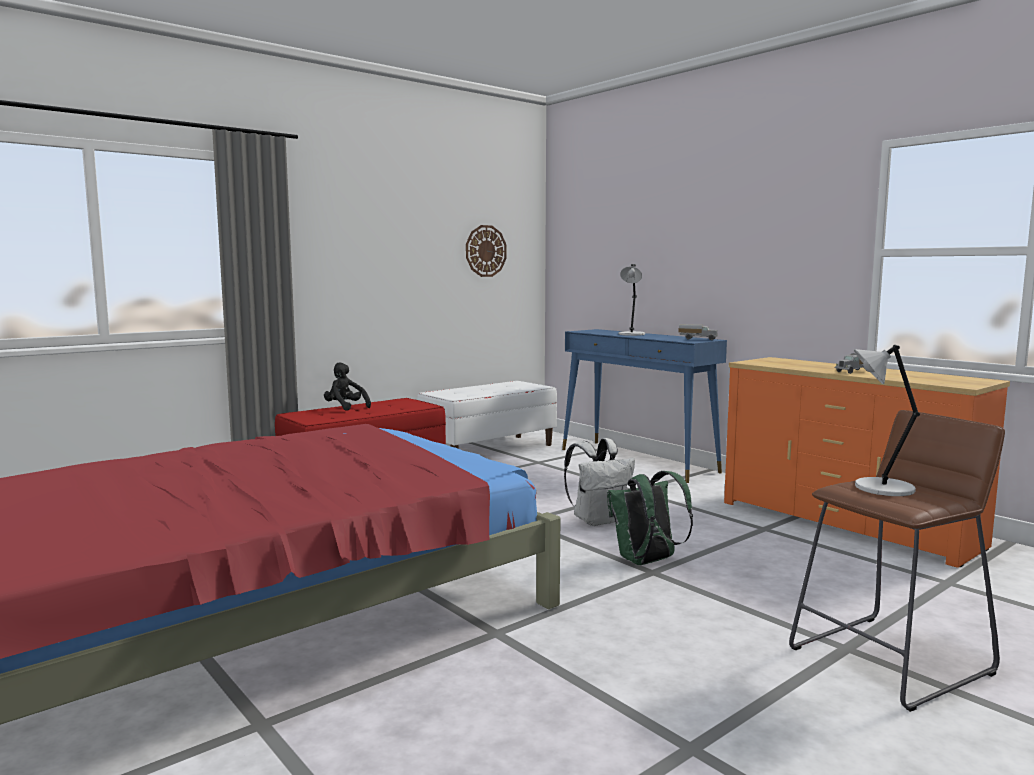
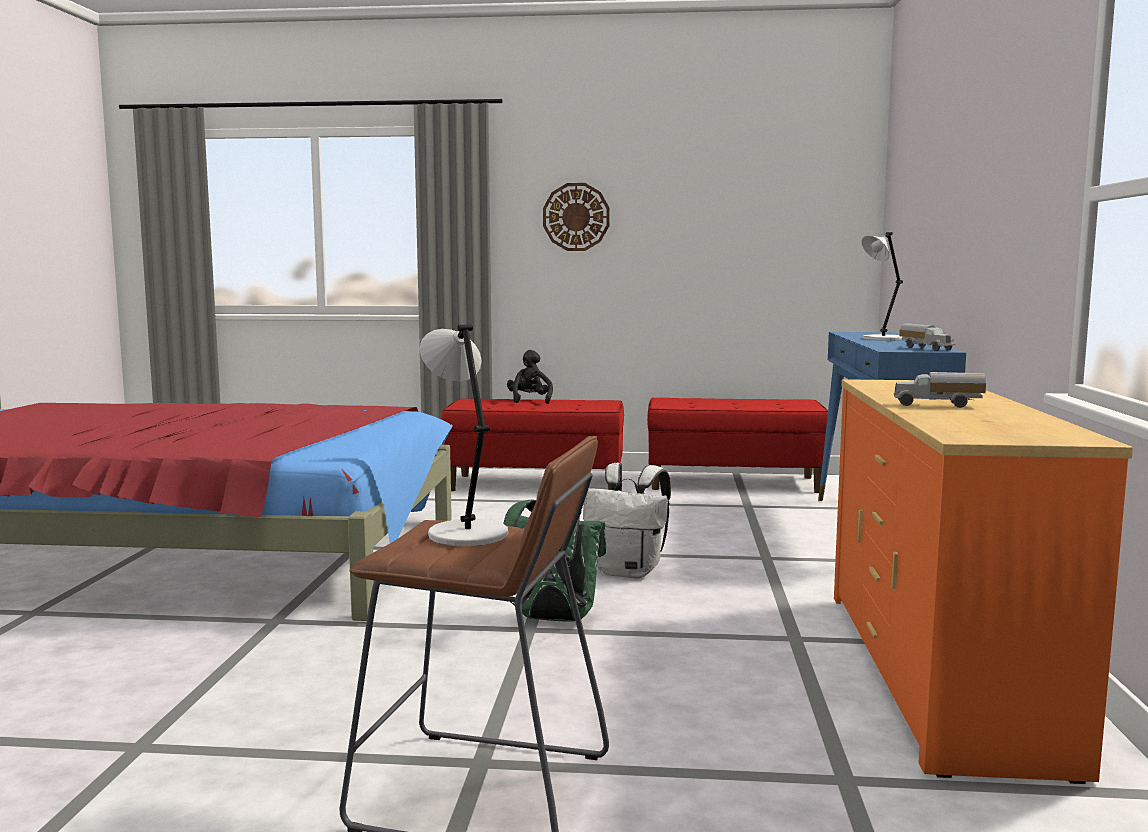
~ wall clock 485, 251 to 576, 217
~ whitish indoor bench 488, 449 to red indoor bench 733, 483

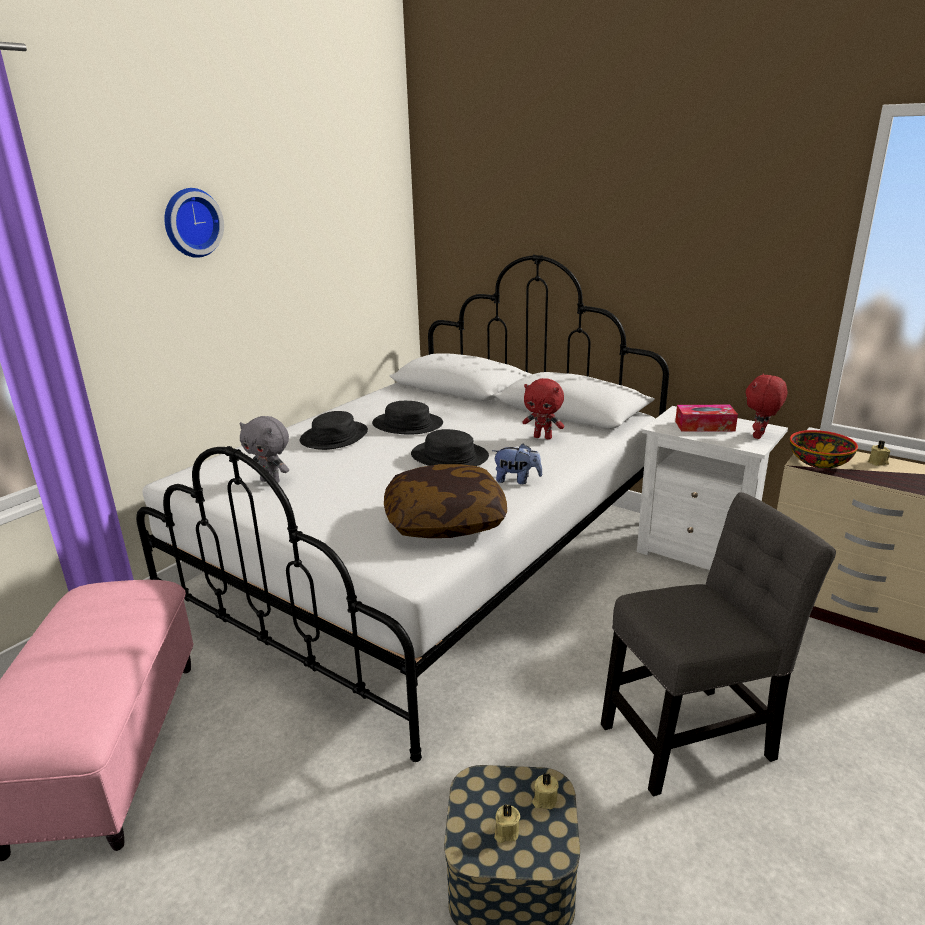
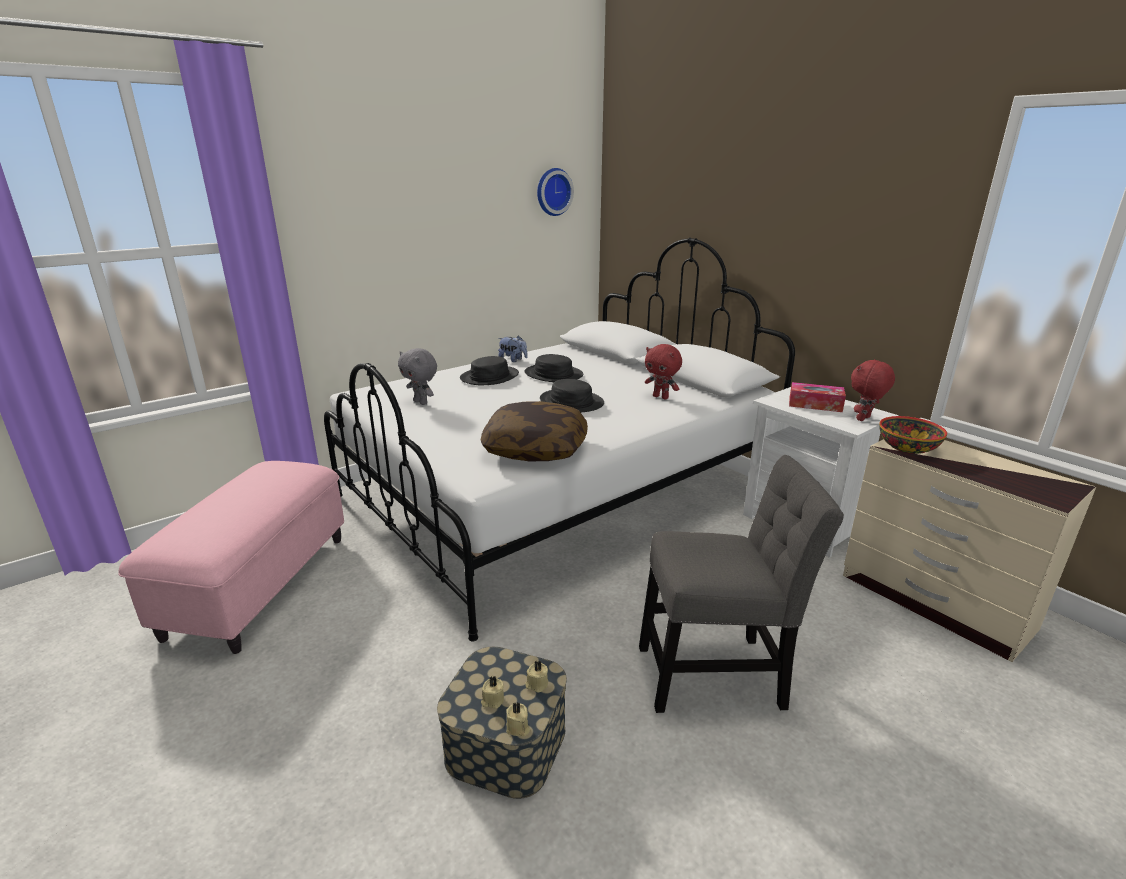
~ wall clock 191, 222 to 552, 192
~ soft toy 517, 480 to 513, 360
~ sand-coloured candle 878, 462 to 518, 728

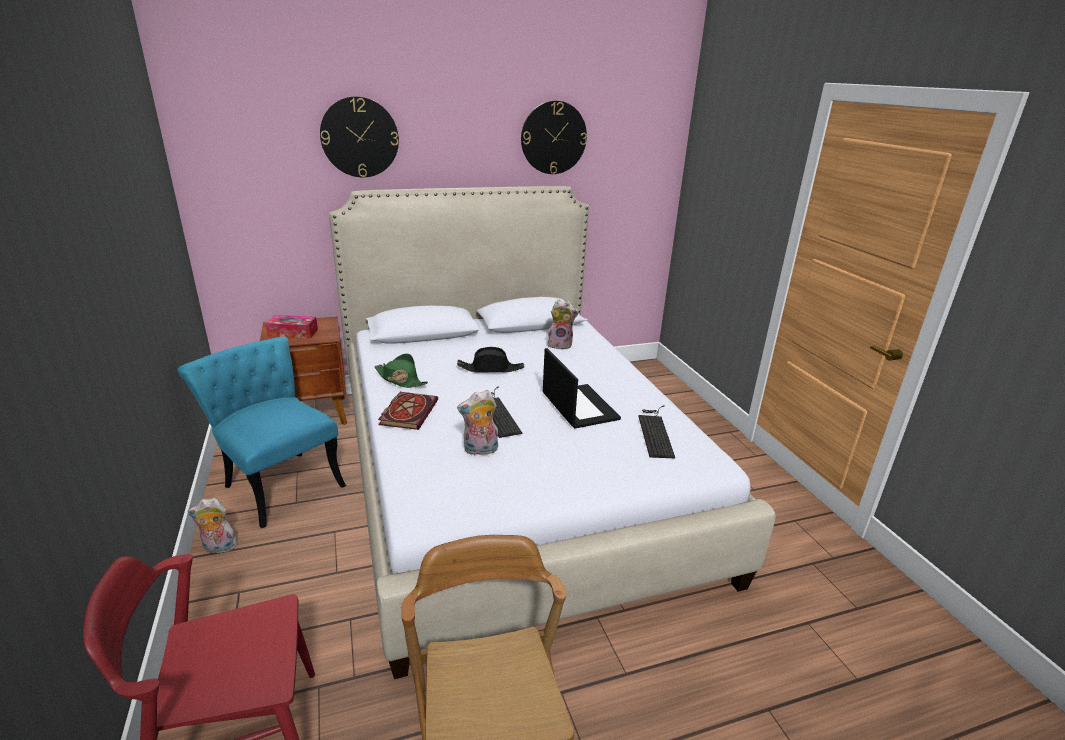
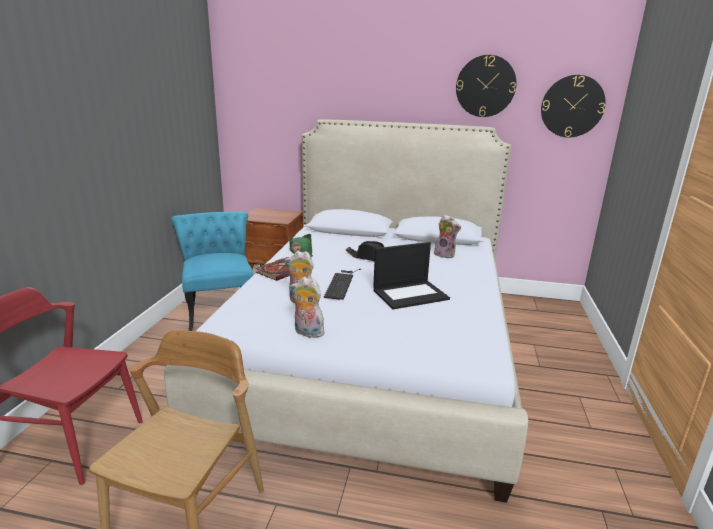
- box of tissues 293, 333
- keyboard 655, 431
~ soft toy 218, 548 to 307, 333
~ wall clock 359, 137 to 572, 106
~ portable computer 578, 406 = 410, 294 60 degrees clockwise

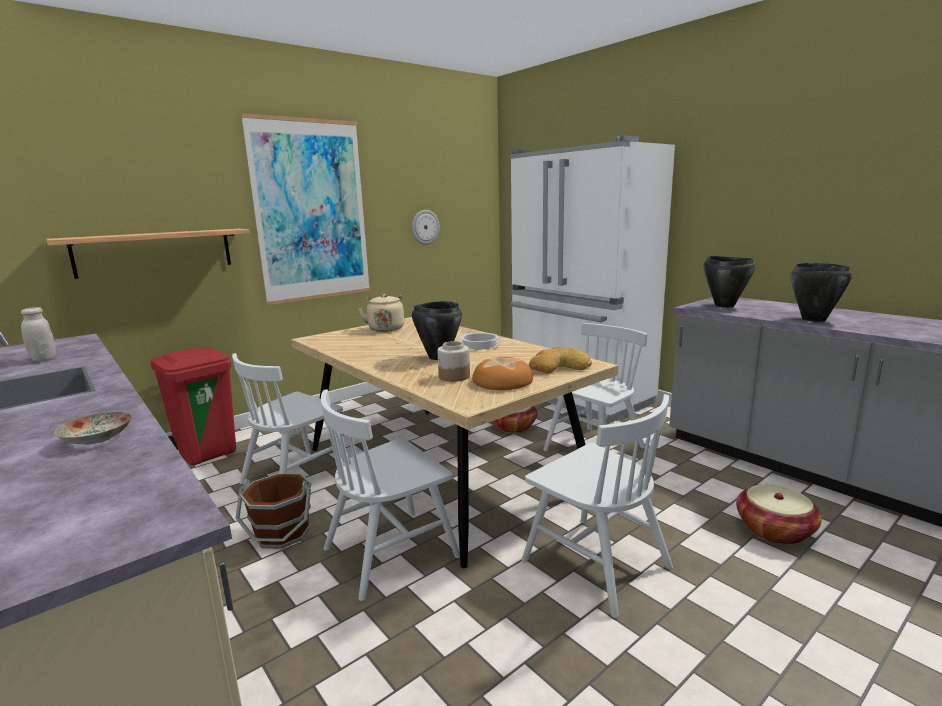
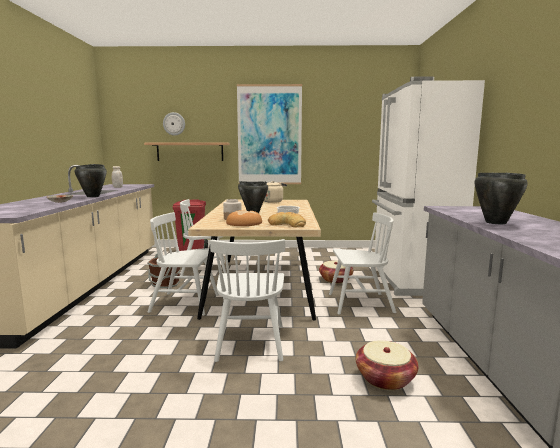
~ wall clock 425, 227 to 174, 124
~ black-coloured saucepot 724, 305 to 93, 196

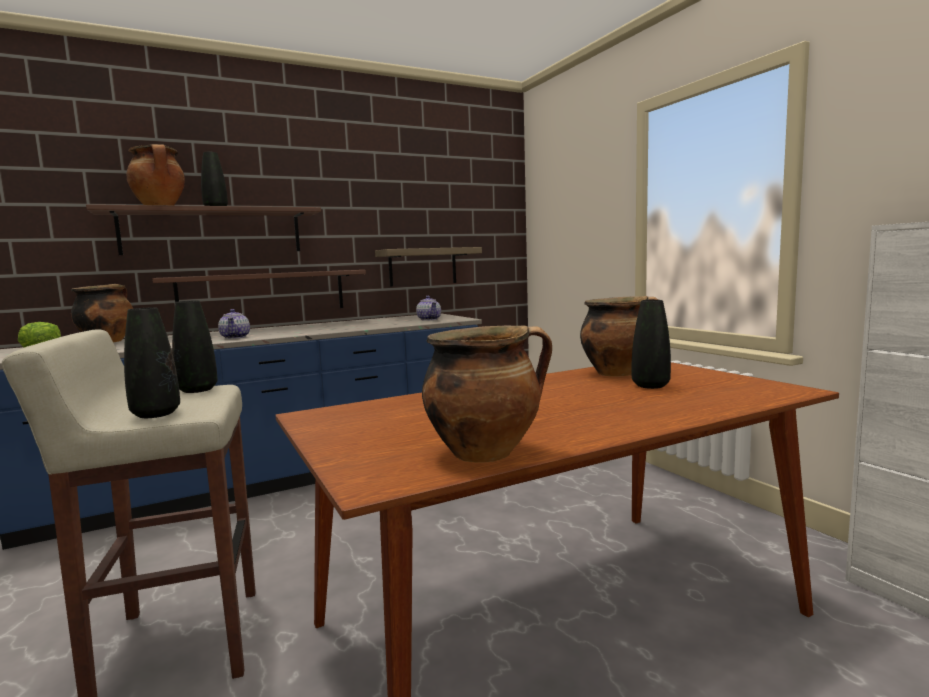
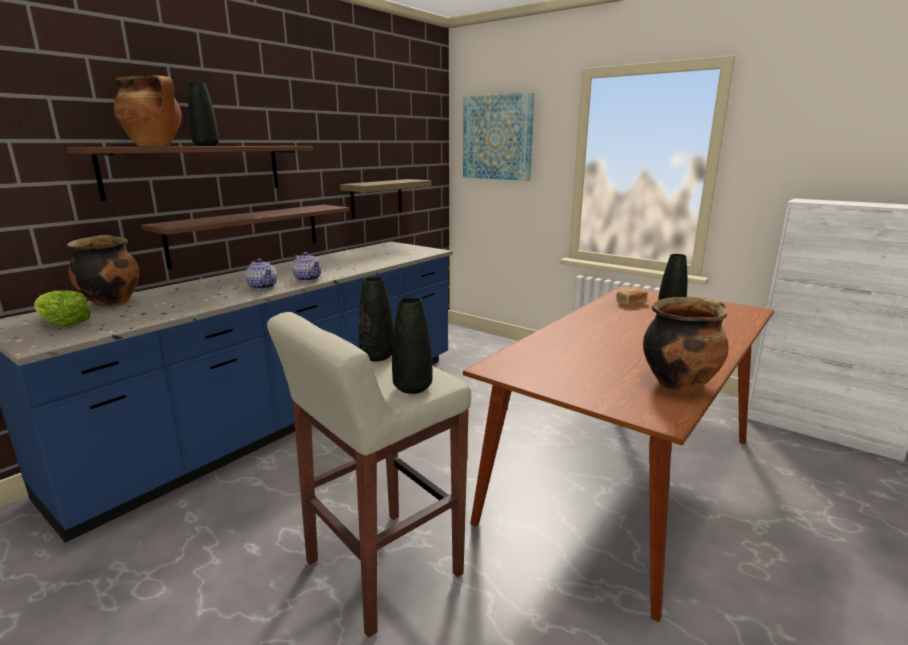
+ wall art 497, 137
~ pot for tea 429, 319 to 307, 279
~ saucepot 618, 373 to bread 630, 302

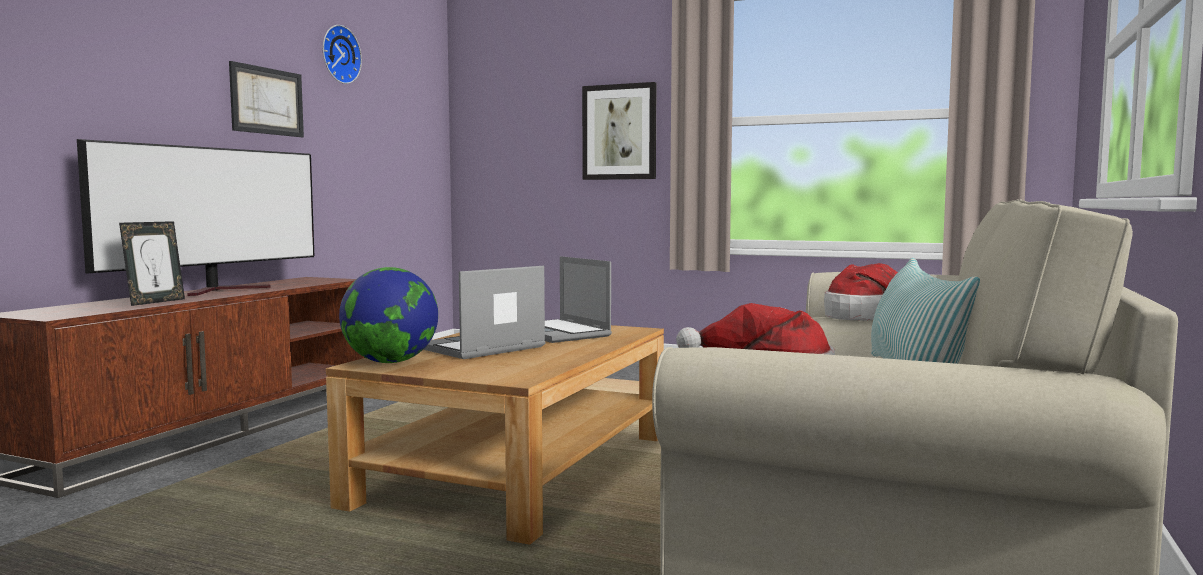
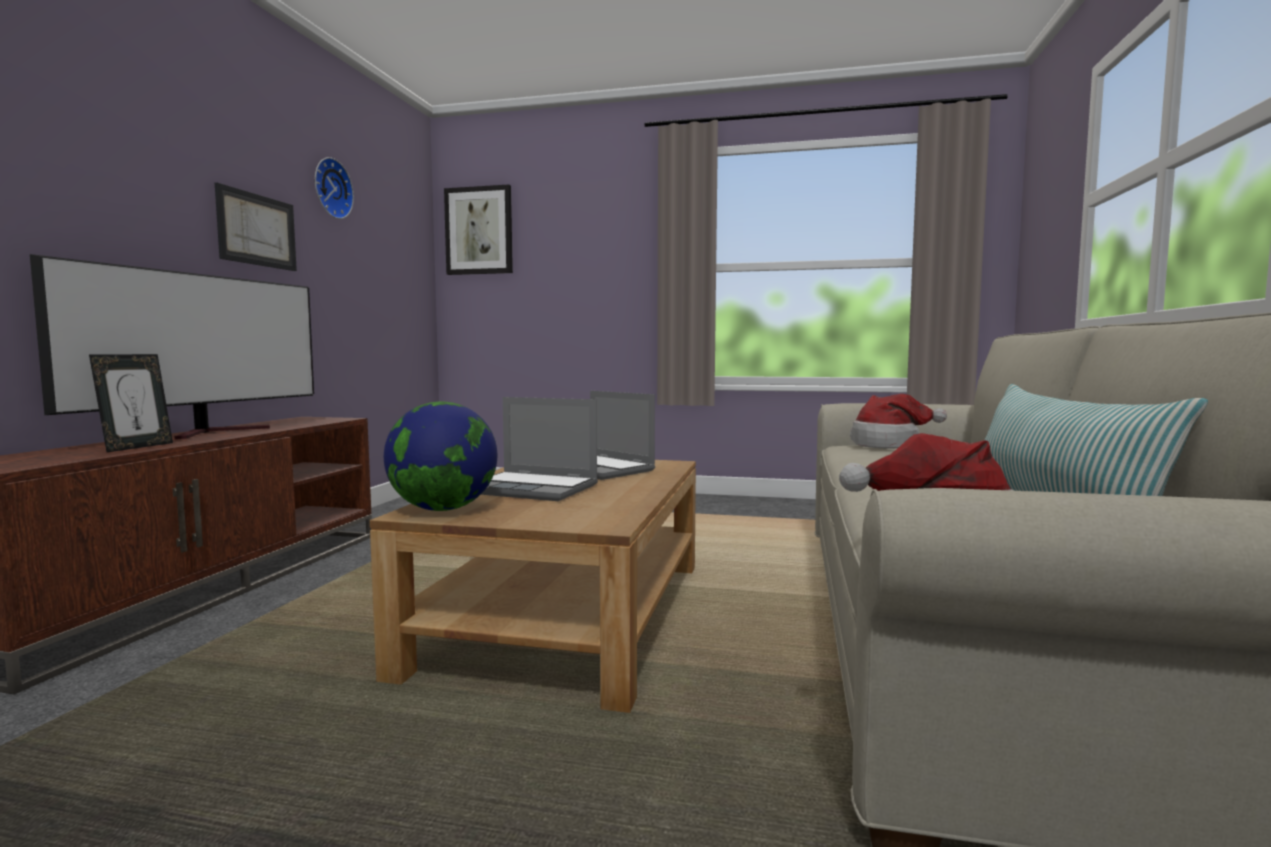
~ wall art 619, 132 to 479, 231
~ portable computer 482, 348 = 533, 489 105 degrees counterclockwise

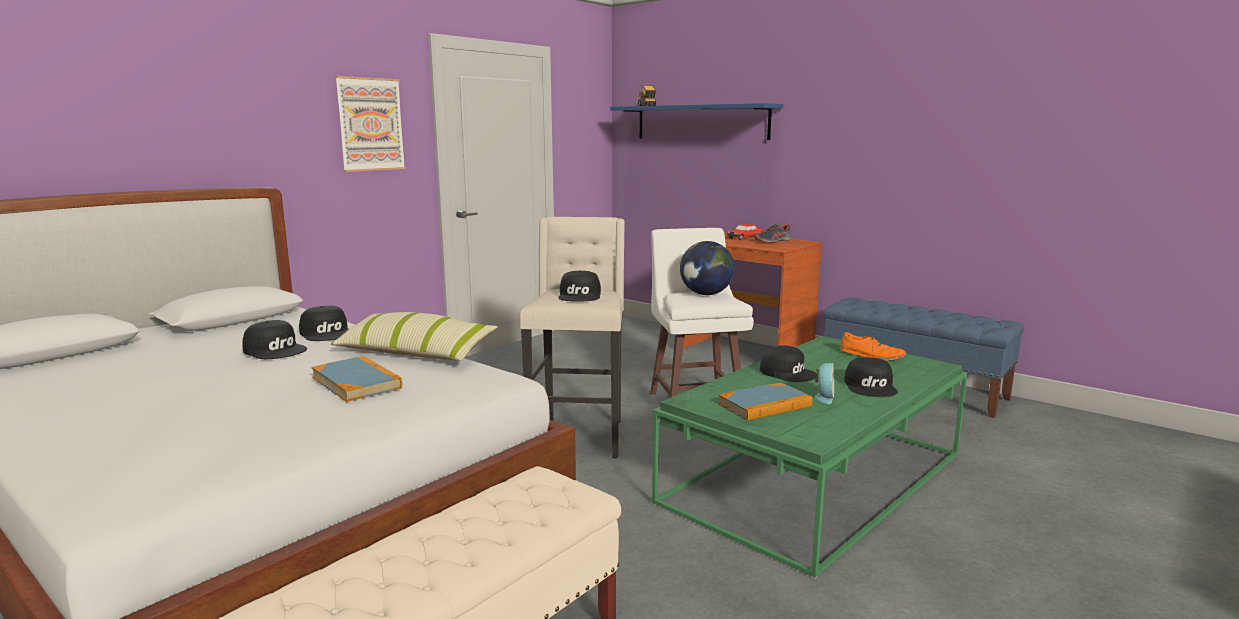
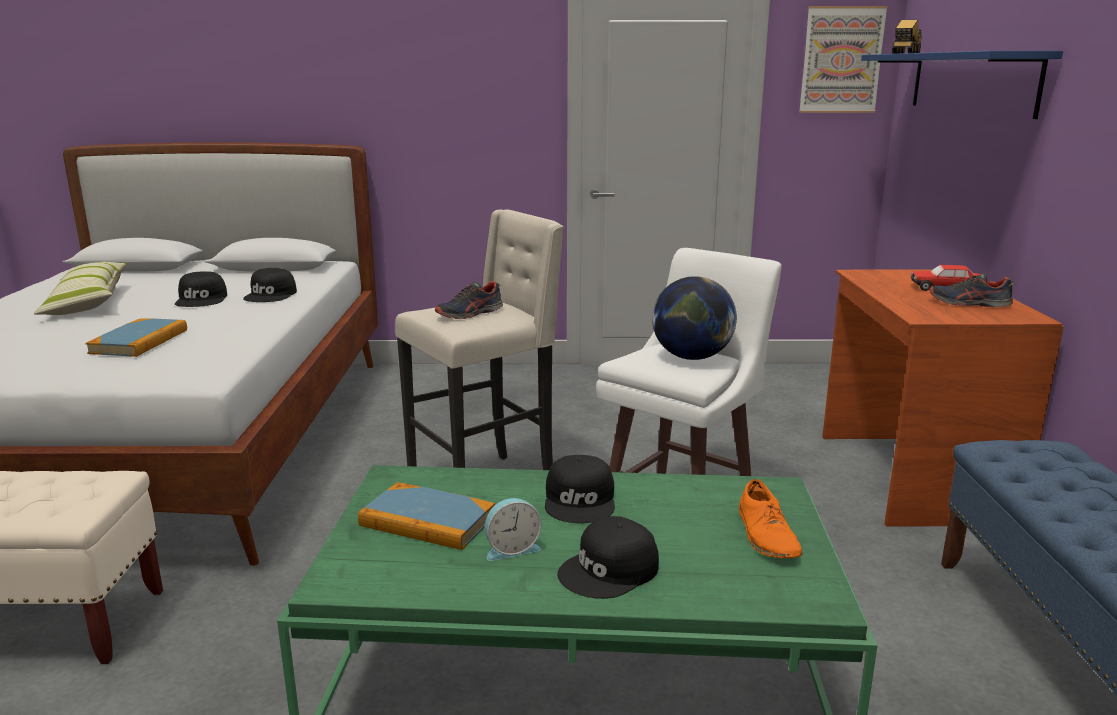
~ pillow 415, 353 to 87, 303
~ wall art 370, 124 to 841, 60
~ black-coloured cap 580, 295 to shoe 470, 314

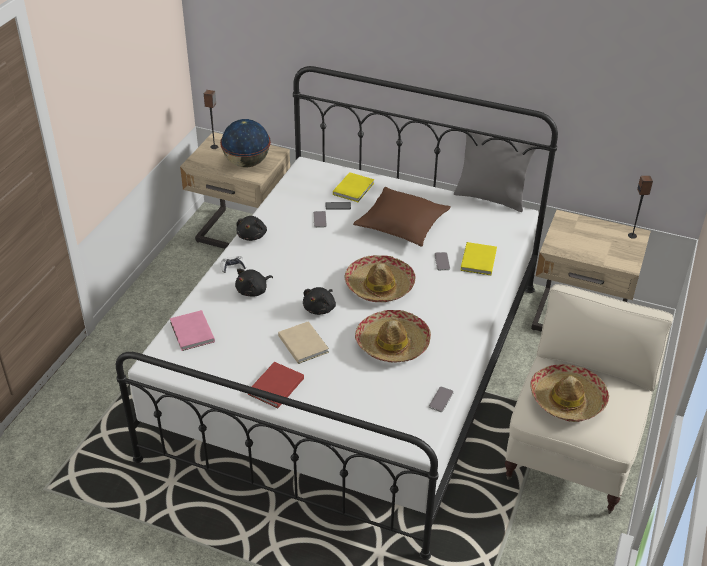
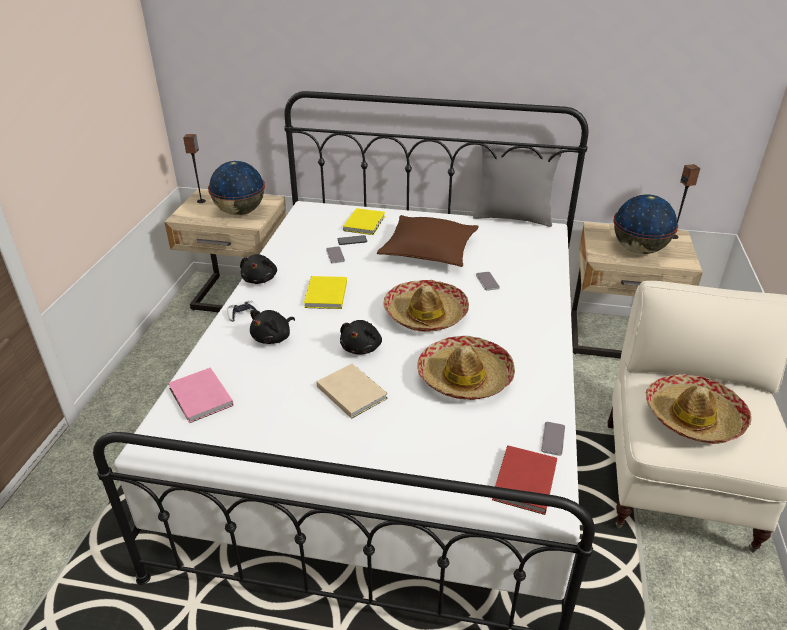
+ globe 638, 249
~ red book 274, 387 to 523, 482
~ yellowish book 477, 261 to 325, 295

